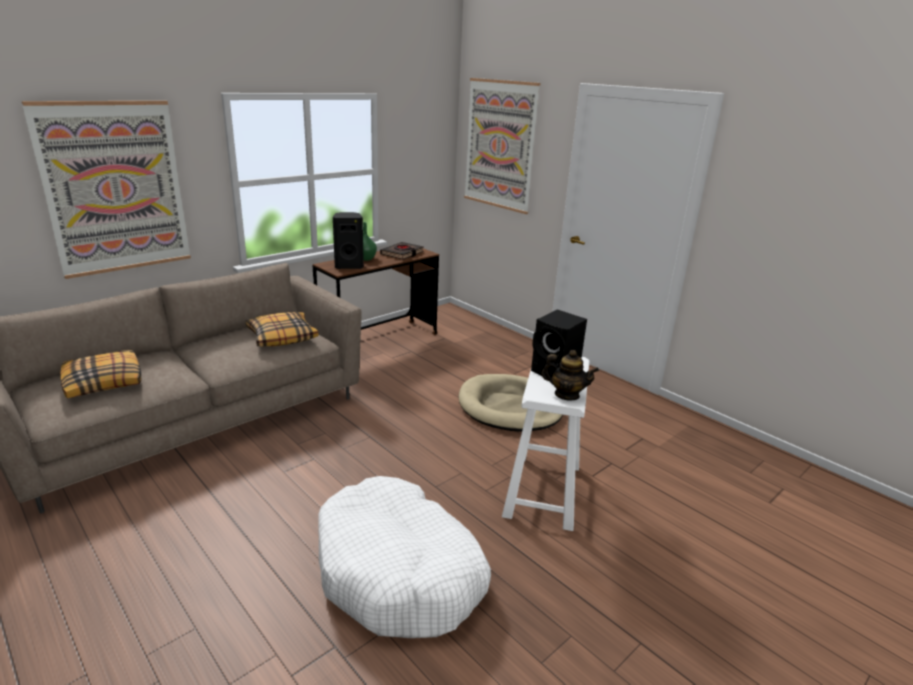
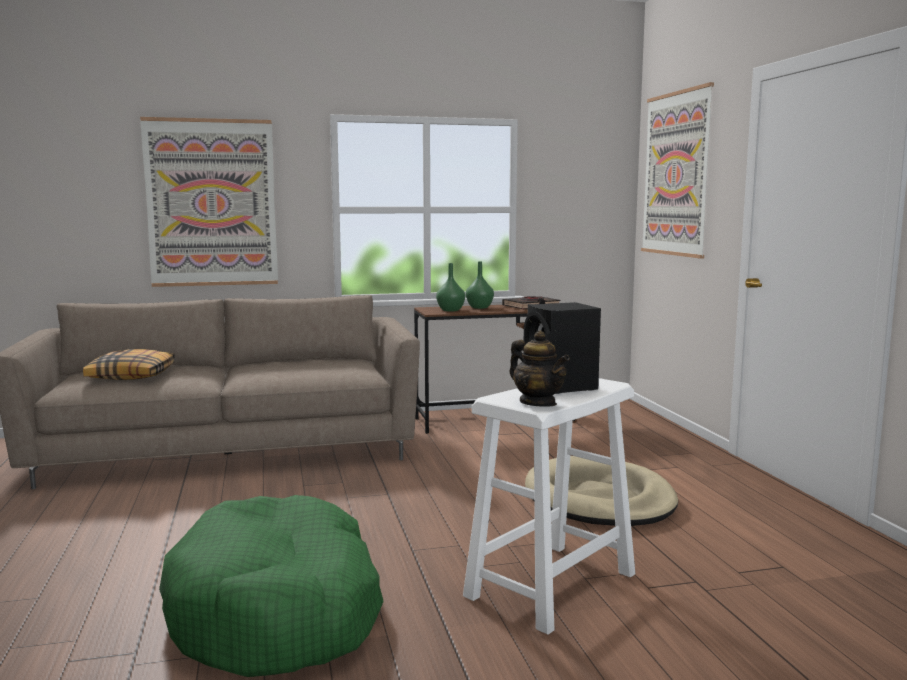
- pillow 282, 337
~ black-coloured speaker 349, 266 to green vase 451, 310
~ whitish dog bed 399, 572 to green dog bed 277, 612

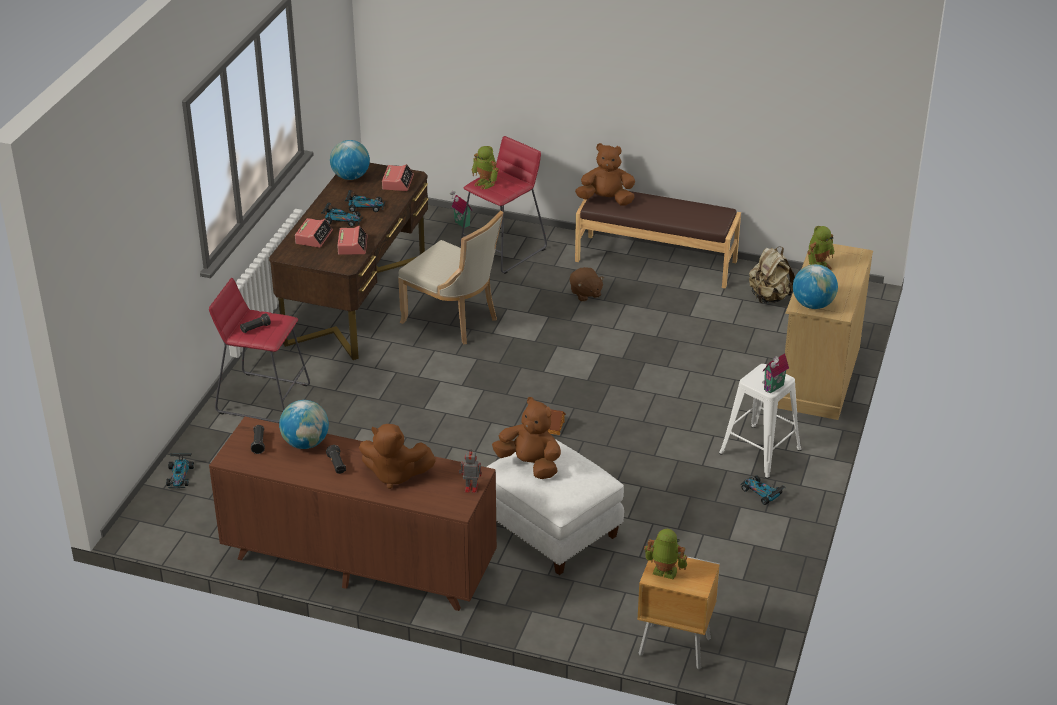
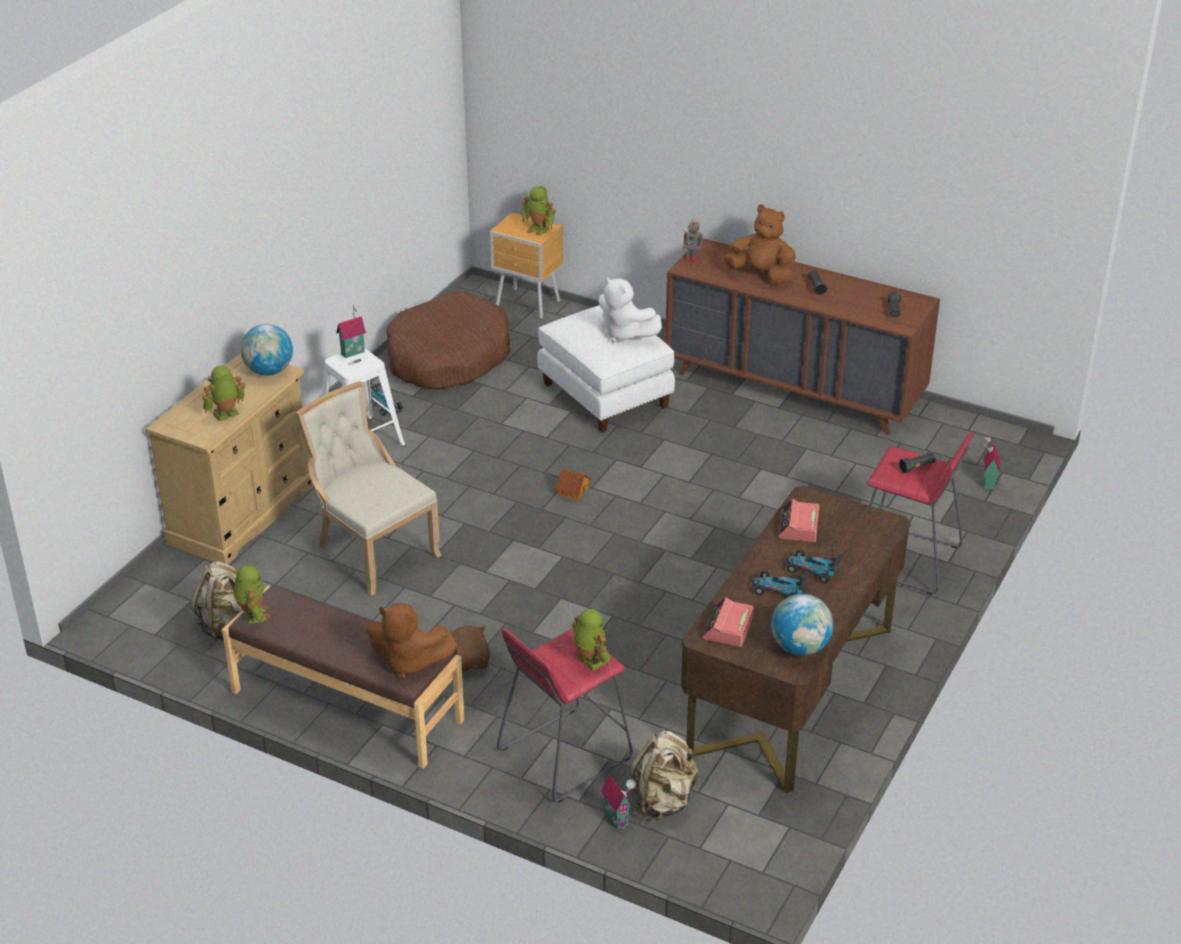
- globe 305, 443
- table clock 314, 237
+ model robot 252, 615
+ brown-coloured dog bed 447, 358
+ sand-coloured knapsack 664, 800
~ sand-coloured plain chair 454, 320 to 372, 551
~ miniature car 180, 476 to model house 987, 482
~ brown-coloured soft toy 530, 464 to whitish soft toy 625, 333

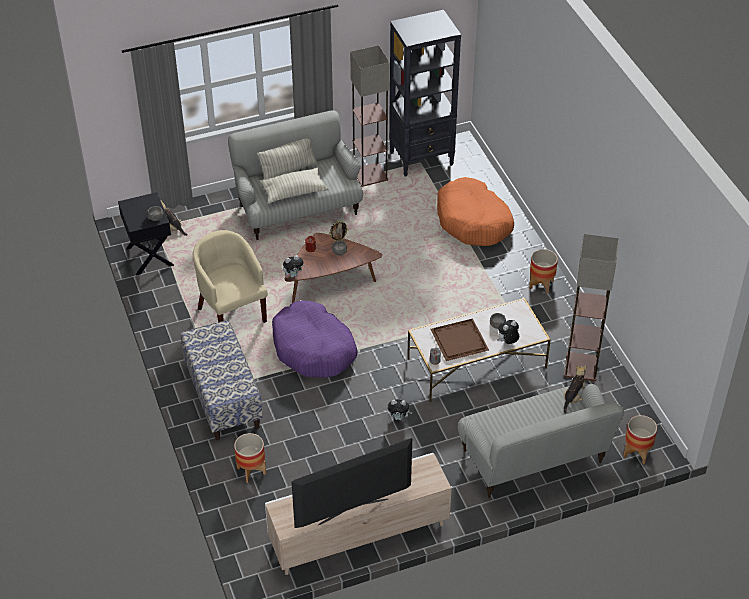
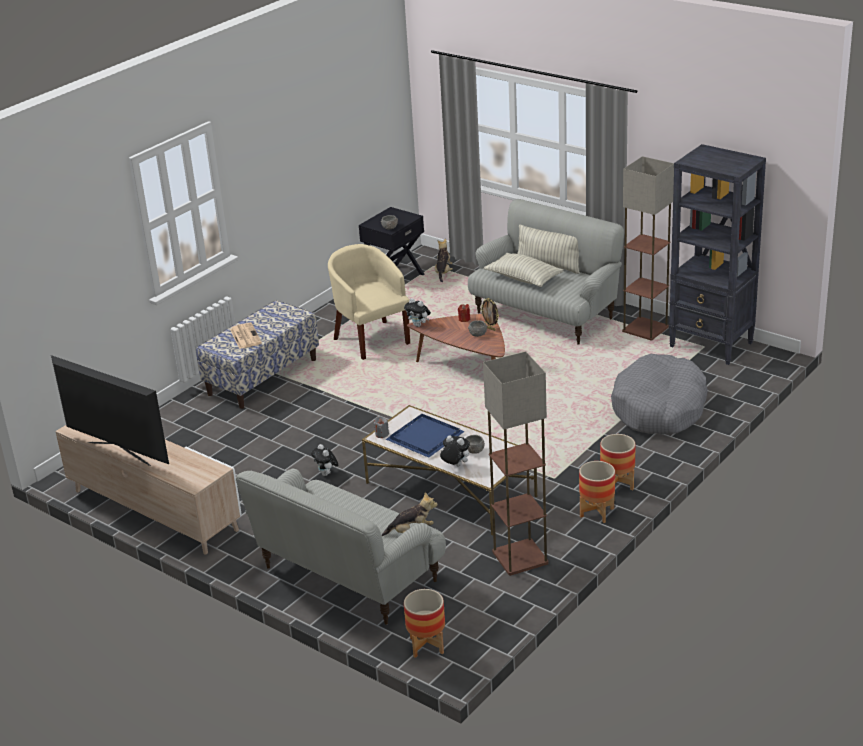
- purple dog bed 314, 349
+ newspaper 245, 336
~ planter 251, 470 to 597, 512
~ brown-coloured serving tray 458, 340 to blue-coloured serving tray 425, 436
~ orangey dog bed 473, 221 to grey dog bed 659, 408
~ sand-coloured easy chair 232, 312 = 371, 339 60 degrees counterclockwise

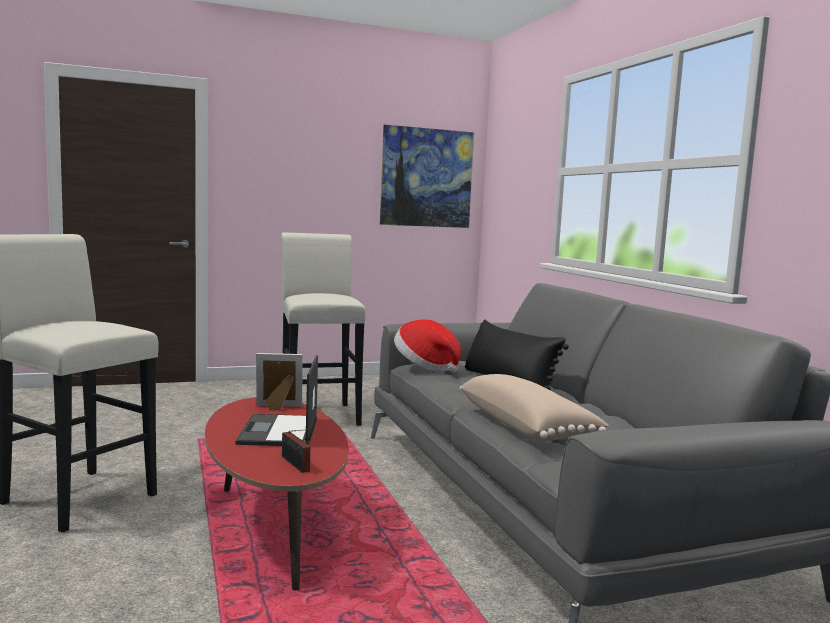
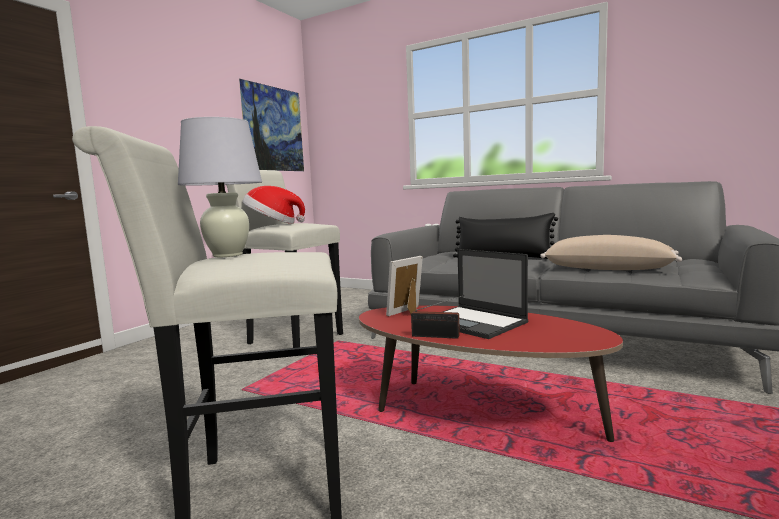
+ whitish lamp for a table 227, 255
~ radio receiver 296, 465 to 438, 336
~ hat 425, 367 to 273, 224

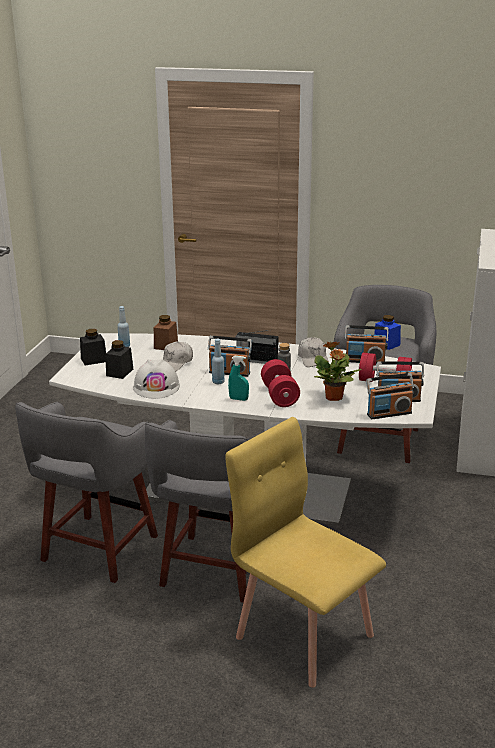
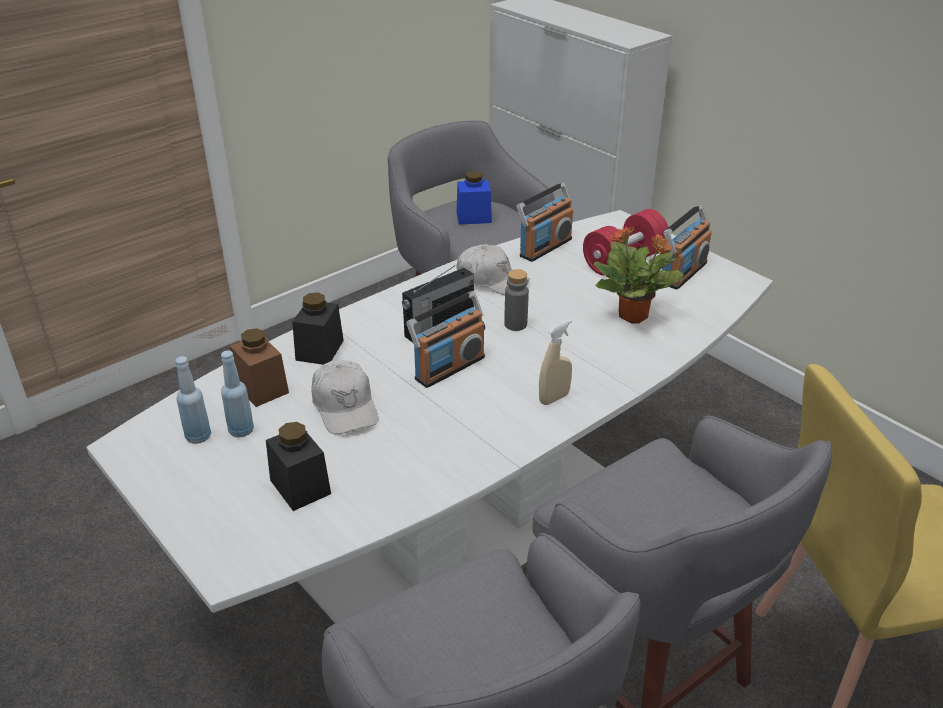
- whitish hard hat 156, 387
- red dumbbell 279, 395
- radio receiver 389, 413
~ black-coloured preserve jar 94, 360 to 319, 350
~ blue-coloured beverage bottle 218, 382 to 241, 430
~ turquoise-coloured hand sprayer 238, 399 to sand-coloured hand sprayer 554, 398

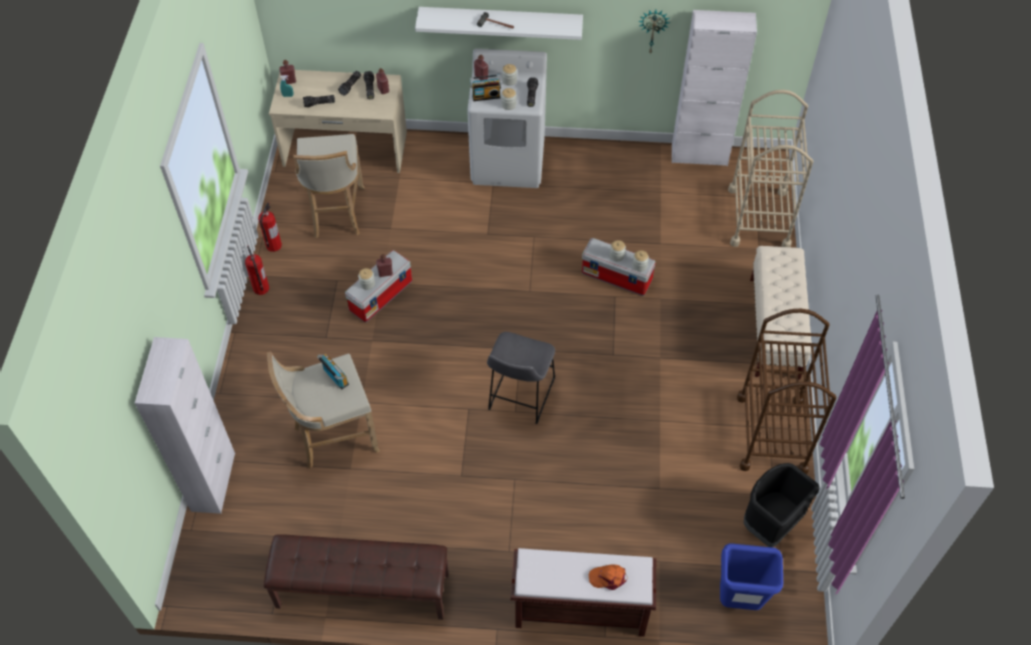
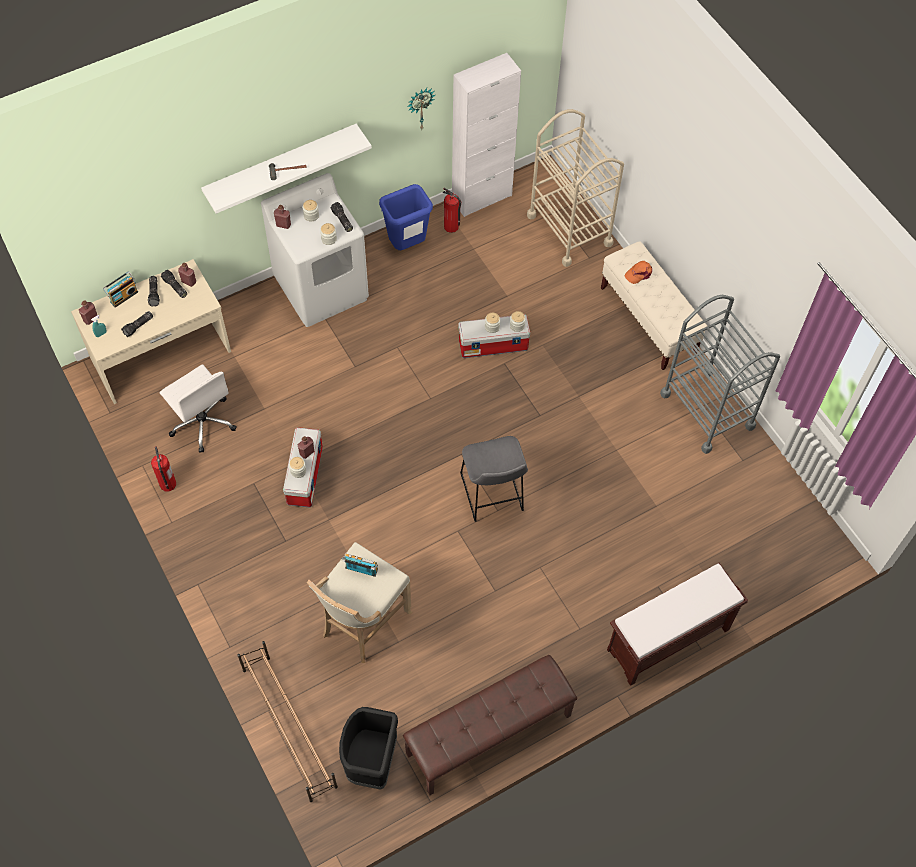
~ fire extinguisher 261, 288 to 451, 227
~ radio receiver 486, 96 to 123, 296
~ orangey cap 608, 577 to 639, 273
~ blue-coloured trash can 738, 600 to 406, 245
~ black-coloured trash can 770, 523 to 371, 761
~ whitish storage cabinet 213, 482 to brown-coloured shoe stand 289, 726
~ sand-coloured stool seat 336, 214 to whitish desk chair 203, 422
~ brown-coloured cart 772, 433 to grey cart 707, 410

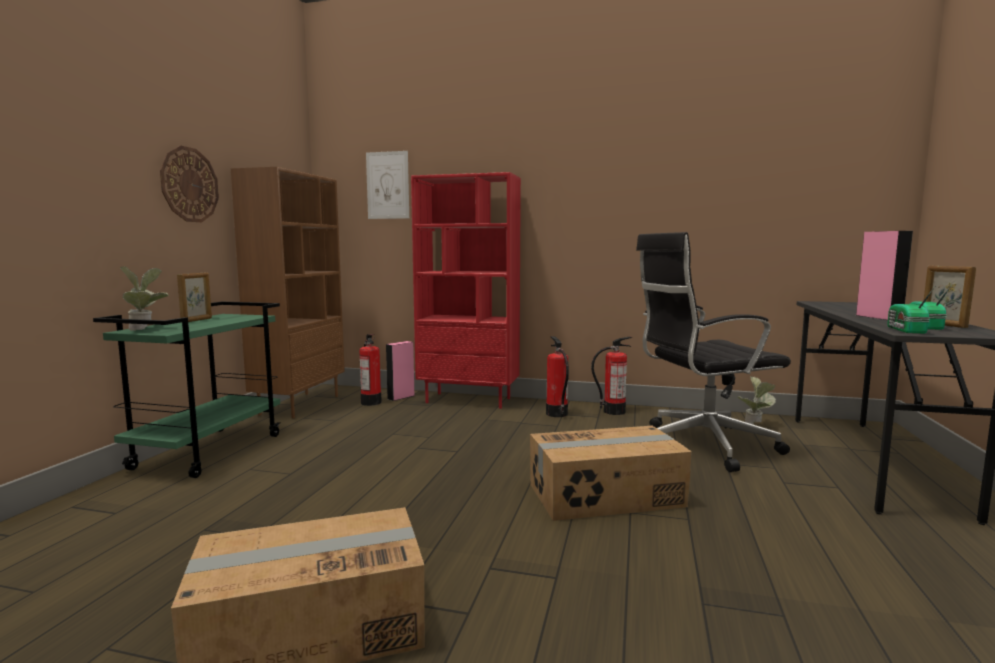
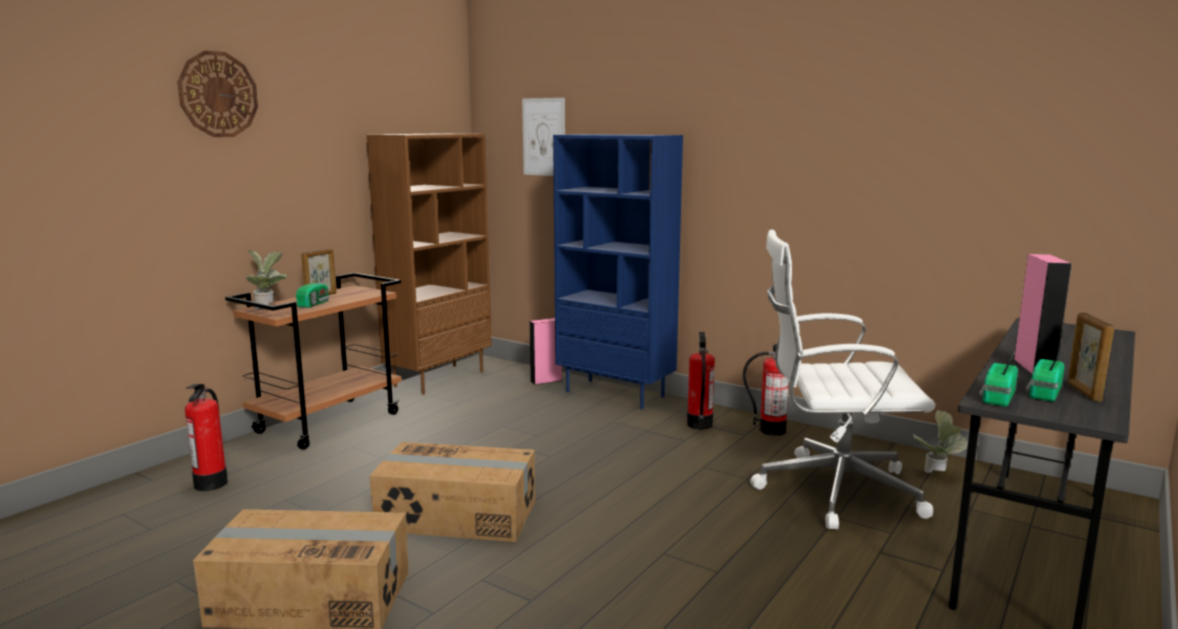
+ radio receiver 315, 303
~ wall clock 189, 185 to 218, 94
~ fire extinguisher 371, 402 to 211, 484
~ cardboard box 606, 496 to 457, 516
~ green cart 209, 451 to brown-coloured cart 329, 422
~ red shelving unit 469, 400 to blue-coloured shelving unit 616, 394
~ black-coloured desk chair 701, 445 to whitish desk chair 833, 490

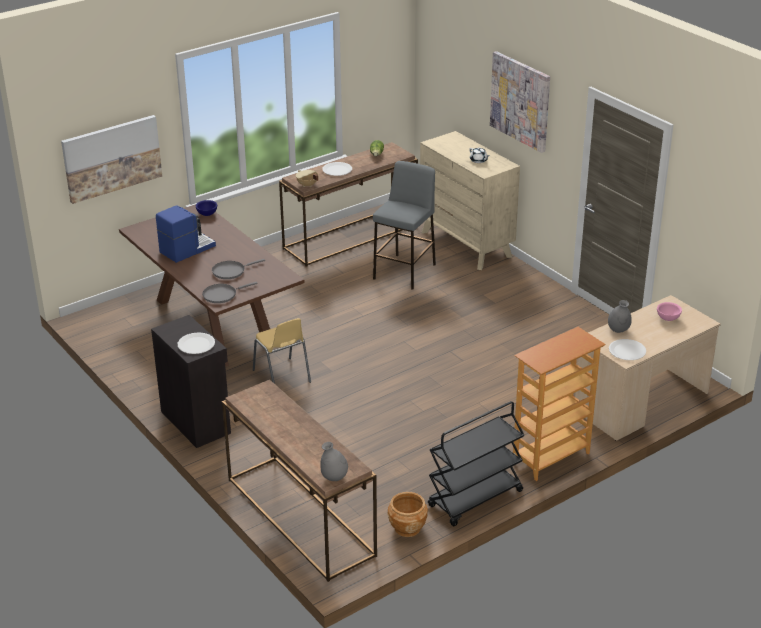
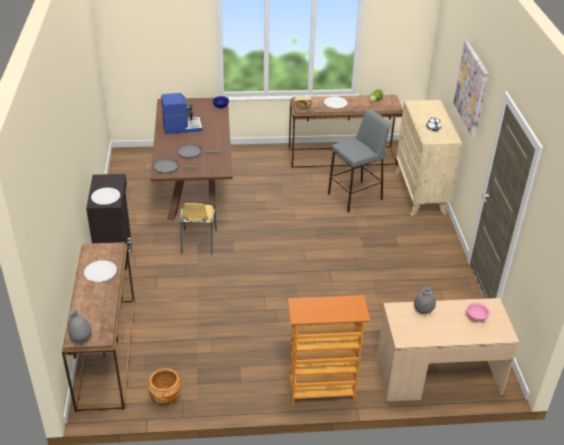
- wall art 112, 158
- black-coloured cart 475, 499
~ whitish plate 627, 351 to 100, 272

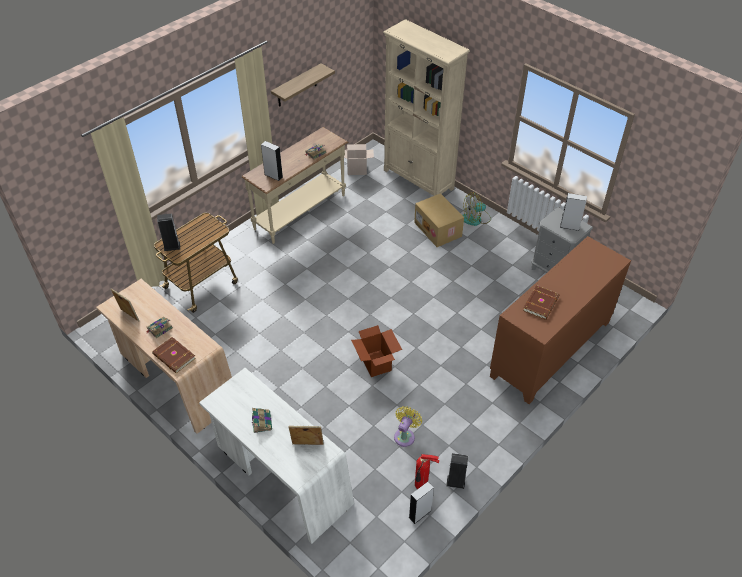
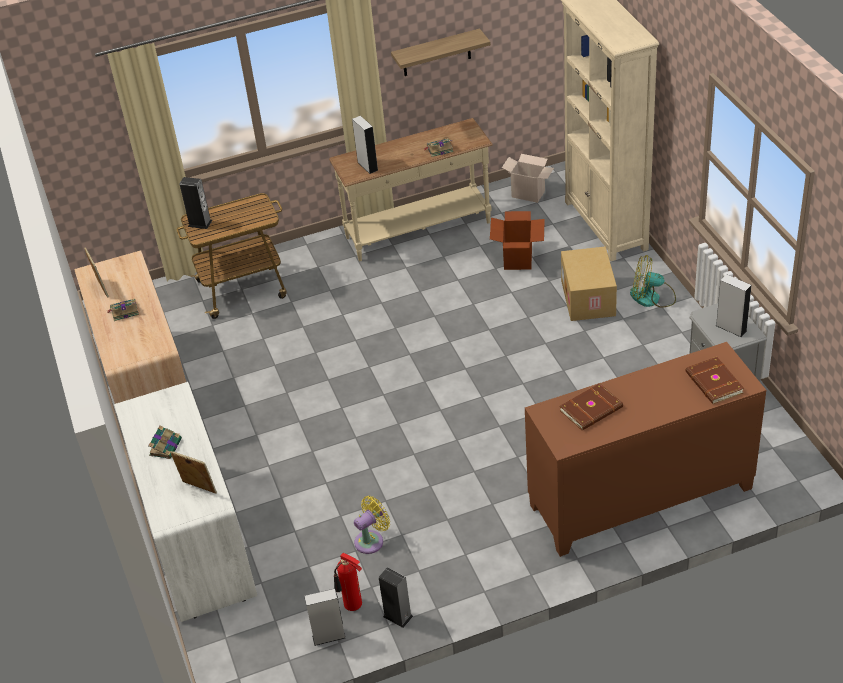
~ brown-coloured book 173, 357 to 713, 383
~ cardboard box 376, 363 to 518, 258

